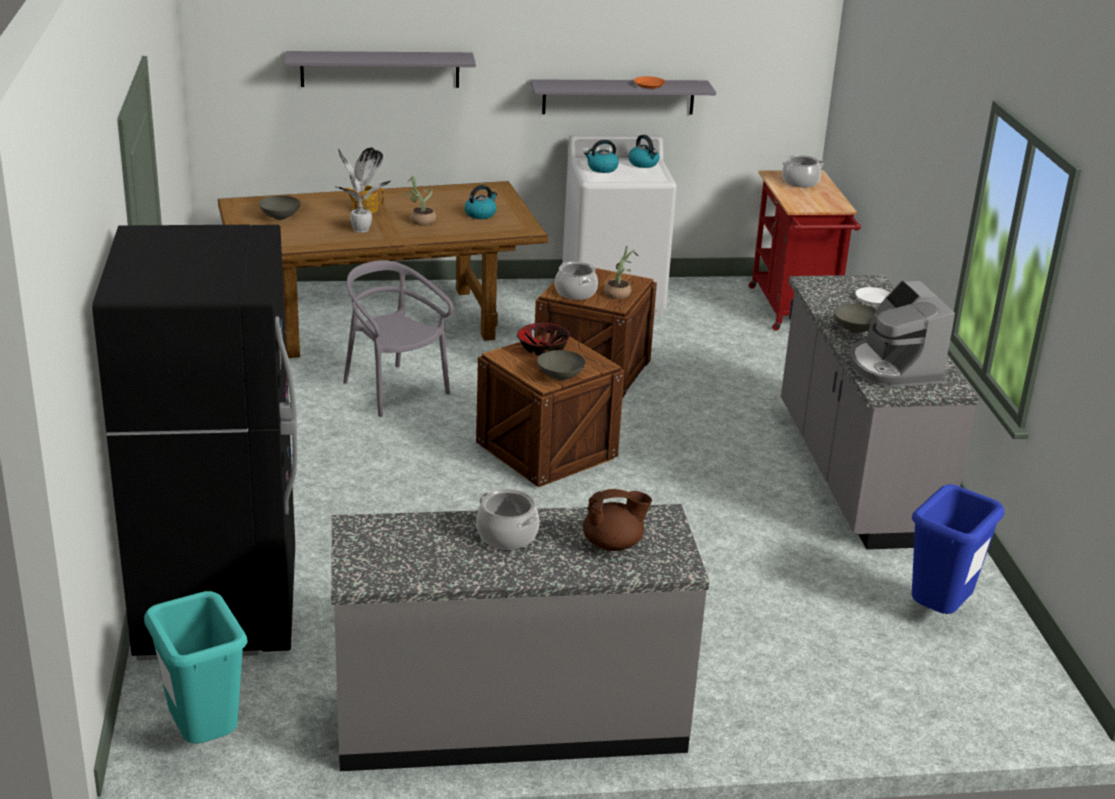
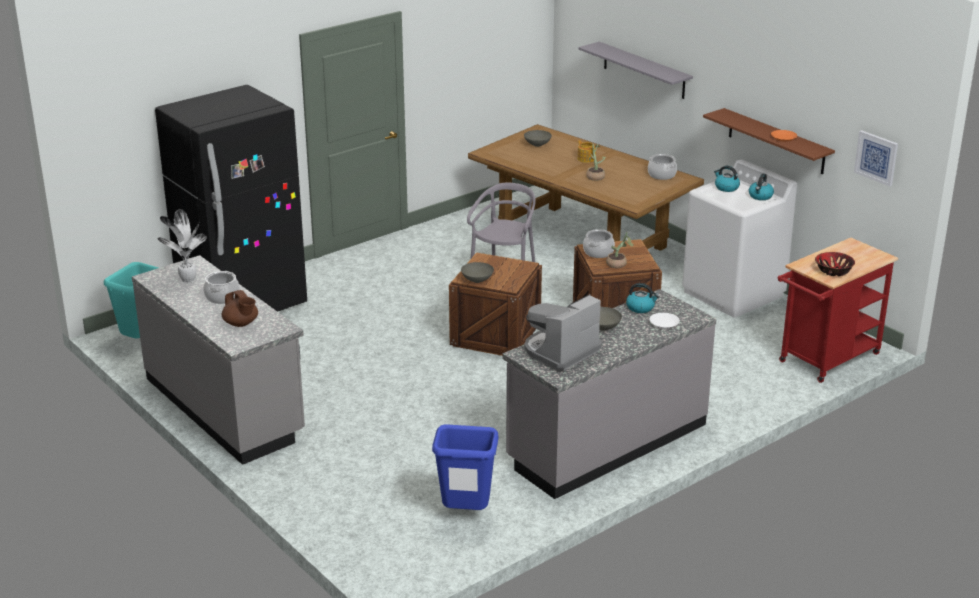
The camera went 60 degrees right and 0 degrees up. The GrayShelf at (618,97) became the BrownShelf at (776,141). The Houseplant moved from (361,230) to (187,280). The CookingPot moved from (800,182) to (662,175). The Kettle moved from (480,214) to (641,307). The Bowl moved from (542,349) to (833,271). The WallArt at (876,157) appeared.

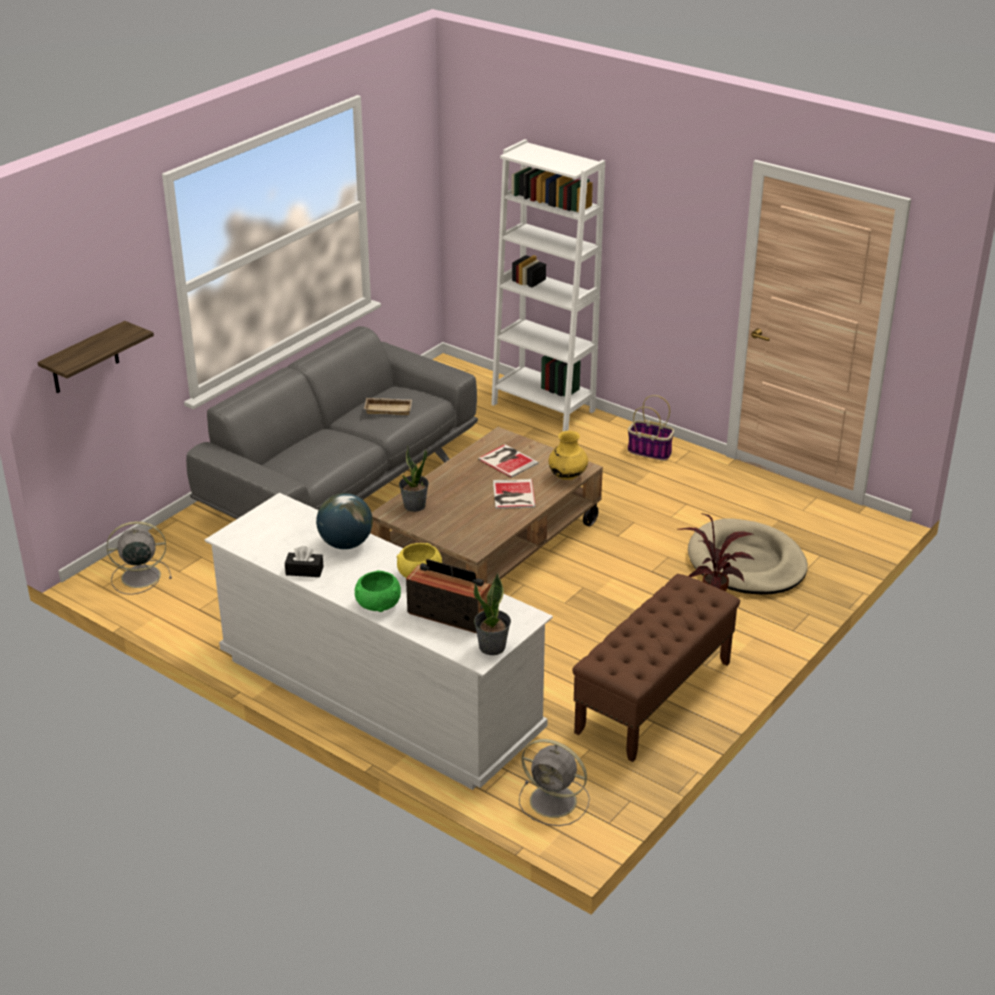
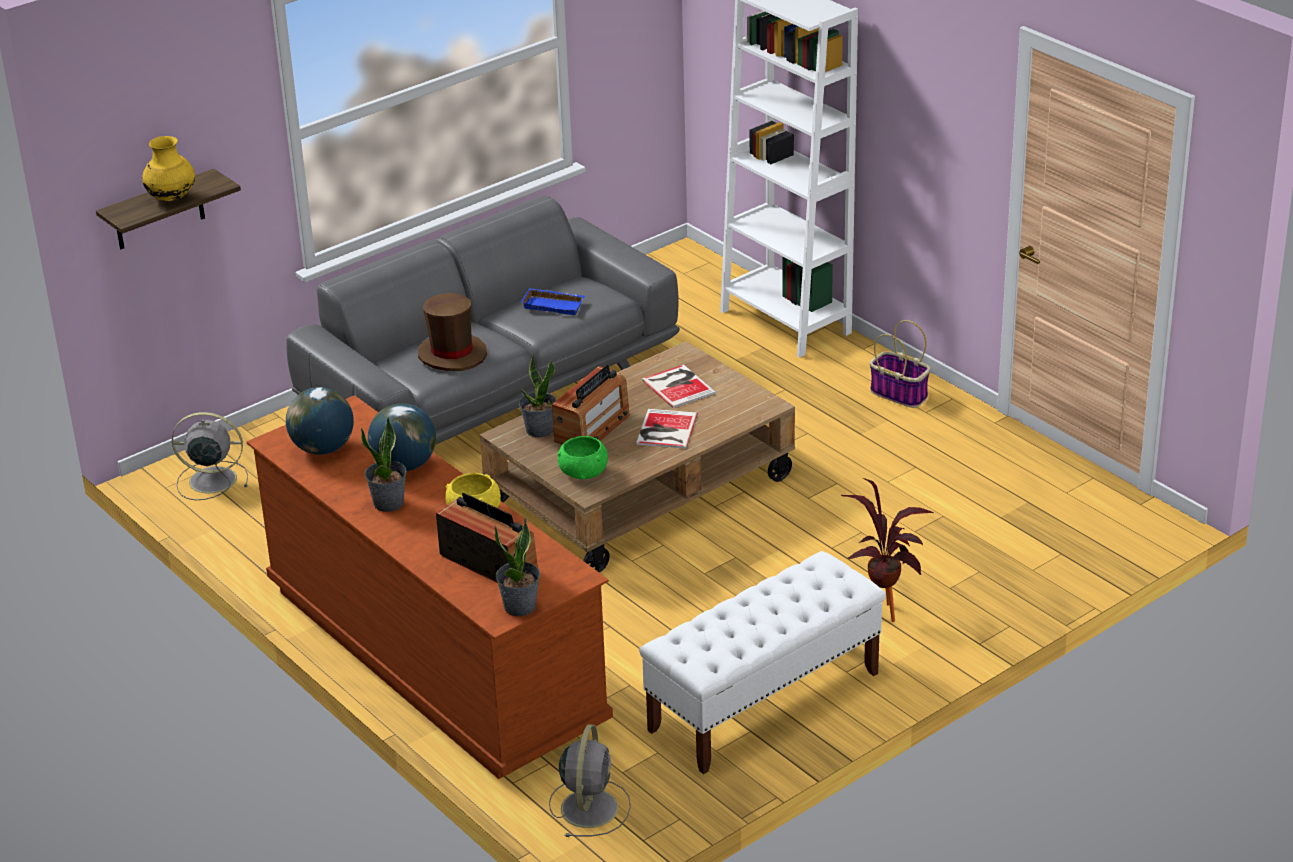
The camera went 15 degrees right and 0 degrees up. The BeigeServingTray at (389,409) became the BlueColouredServingTray at (554,305). The YellowColouredVase moved from (567,476) to (172,198). The WhiteColouredDrawerChest at (379,695) became the BrownDrawerChest at (435,655). The BeigePetBed at (746,563) disappeared. The BlackBoxOfTissues at (304,571) disappeared. The GreenBowl moved from (378,604) to (583,472). The BrownBench at (654,697) became the WhiteColouredBench at (763,702). The GrayCoolingFan at (555,801) turned 120 degrees counterclockwise. The BrownClothingHat at (452,354) appeared. The RadioReceiver at (592,428) appeared. The Globe at (323,448) appeared. The Houseplant at (389,503) appeared.

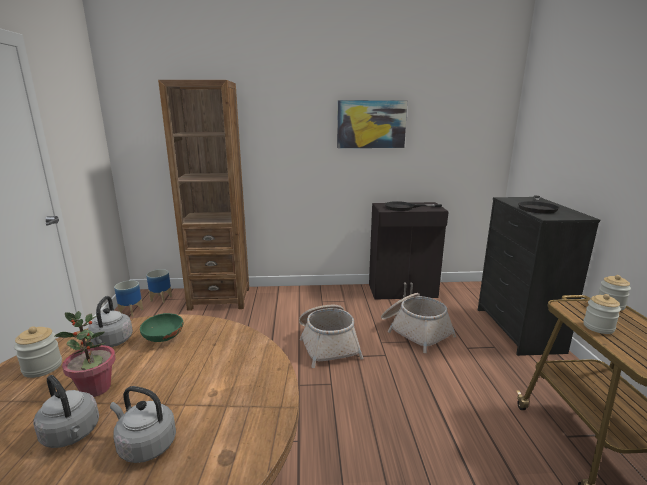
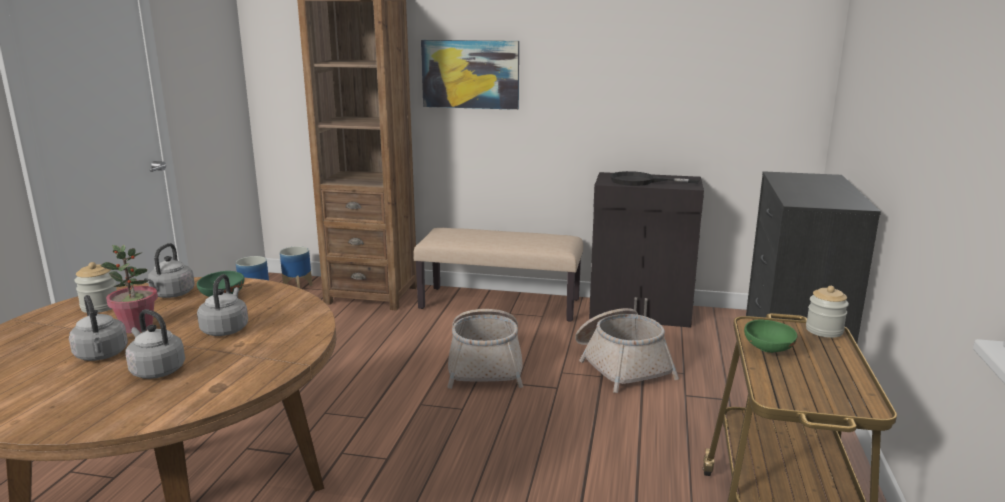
The camera went 15 degrees right and 0 degrees up. The WallArt moved from (371,124) to (470,74). The BlackFryingPan at (537,207) disappeared. The PreserveJar at (598,327) was replaced by the GreenBowl at (768,350). The BeigeBench at (500,303) appeared. The GrayKettle at (226,329) appeared.

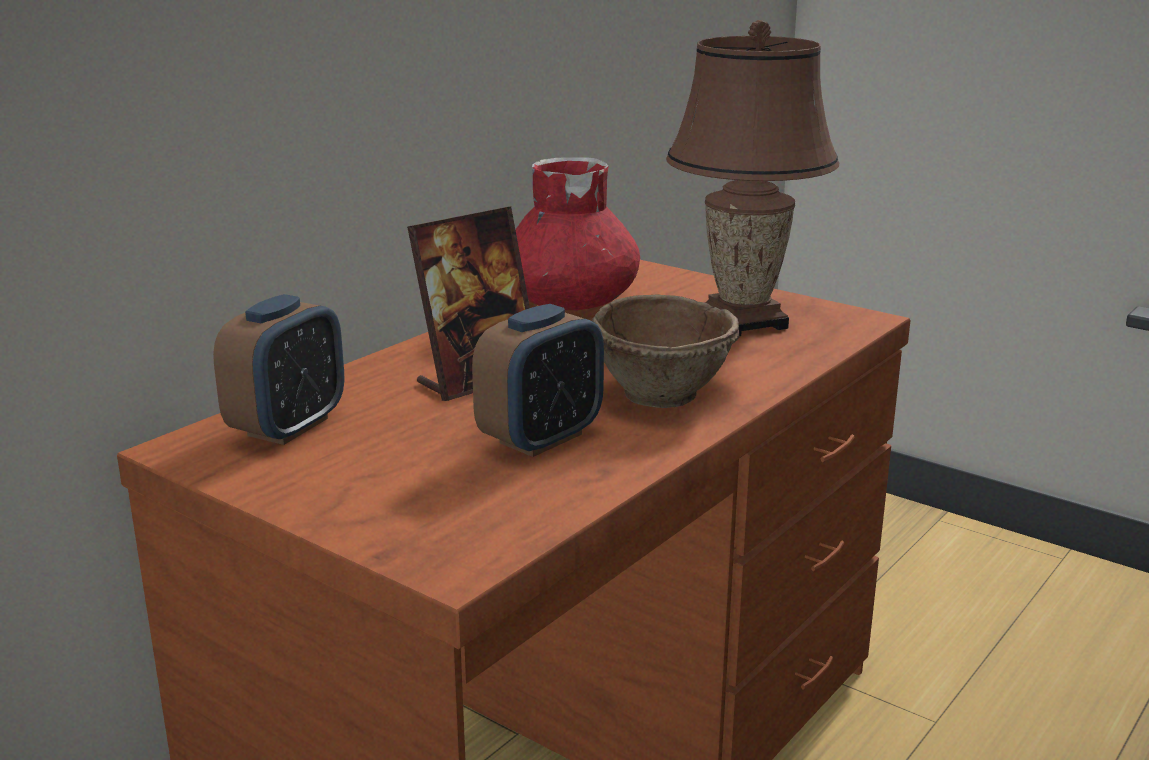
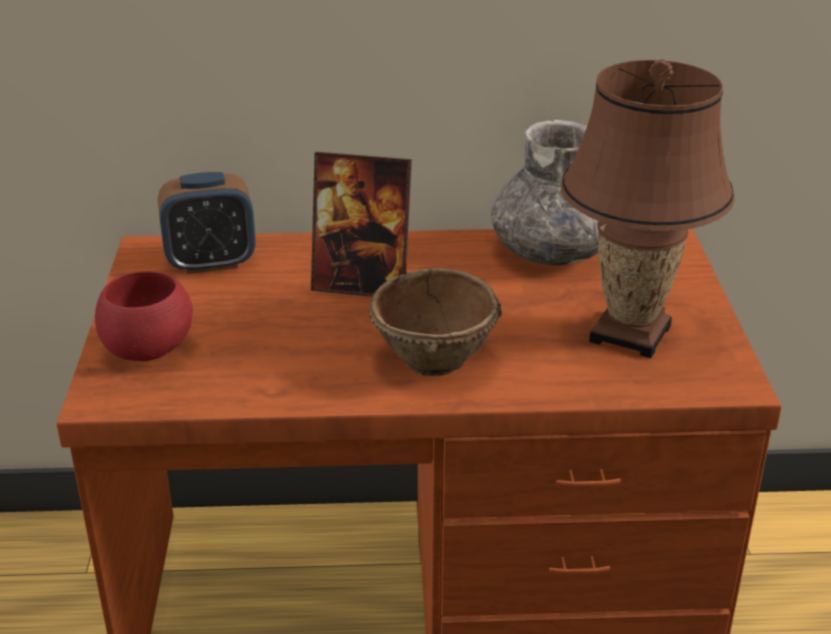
The camera went 50 degrees right and 10 degrees up. The ReddishVase at (571,302) became the GrayVase at (553,251). The TableClock at (541,438) disappeared. The ReddishBowl at (150,350) appeared.

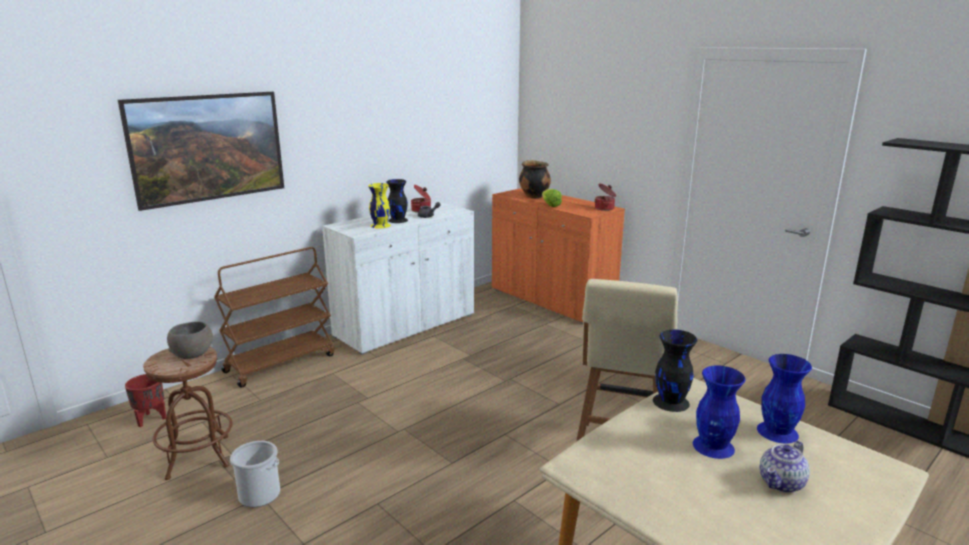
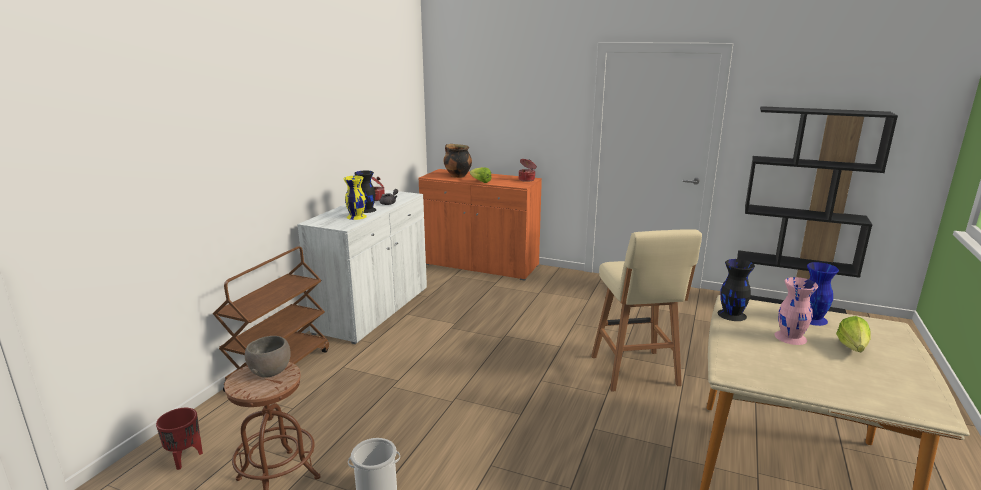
The camera went 25 degrees left and 0 degrees up. The WallArt at (212,173) disappeared. The BlueColouredVase at (713,447) became the PinkVase at (791,337). The TeaPot at (782,483) was replaced by the Lettuce at (852,350).

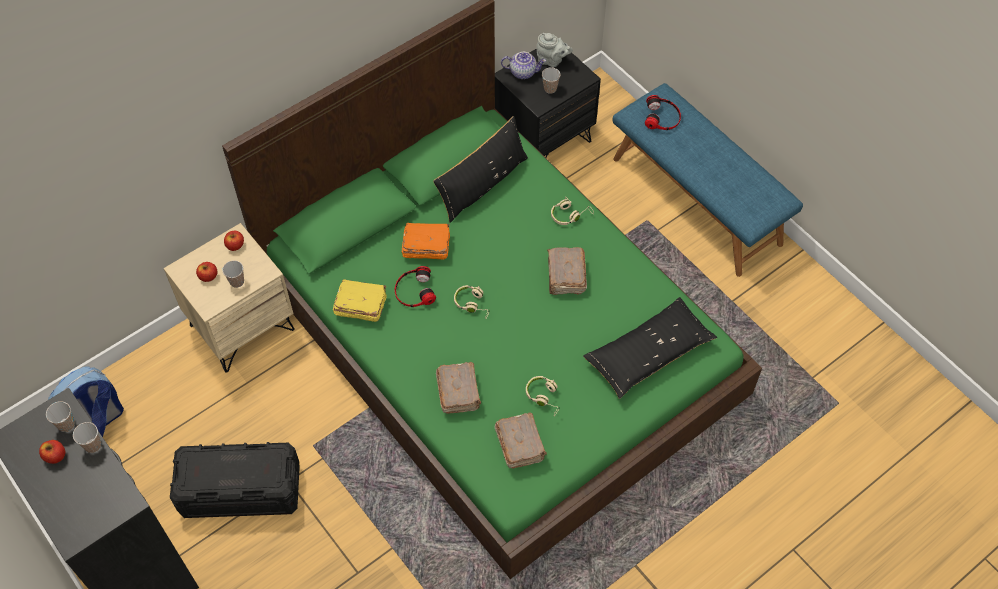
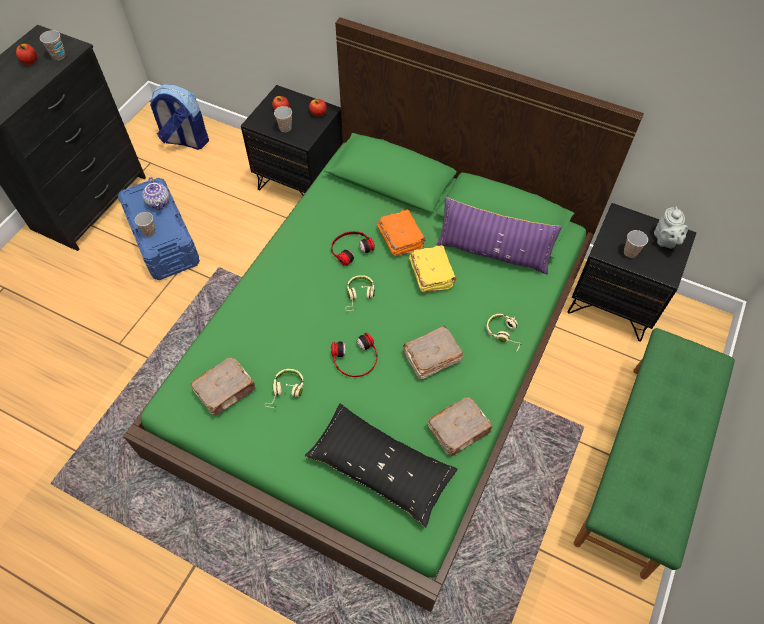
The camera went 65 degrees right and 0 degrees up. The TeaPot moved from (523,72) to (159,202). The BlueColouredBench at (697,200) became the GreenBench at (641,465). The PairOfHeadphones moved from (662,117) to (355,359). The BlackPillow at (483,185) became the PurpleColouredPillow at (493,252). The BeigeBedsideTable at (242,326) became the BlackBedsideTable at (301,181). The YellowColouredBoundBook moved from (360,305) to (432,274). The BrownBoundBook moved from (459,391) to (459,430). The DrinkingCup moved from (93,445) to (149,232). The BlackStorageContainer at (240,490) became the BlueColouredStorageContainer at (164,240).

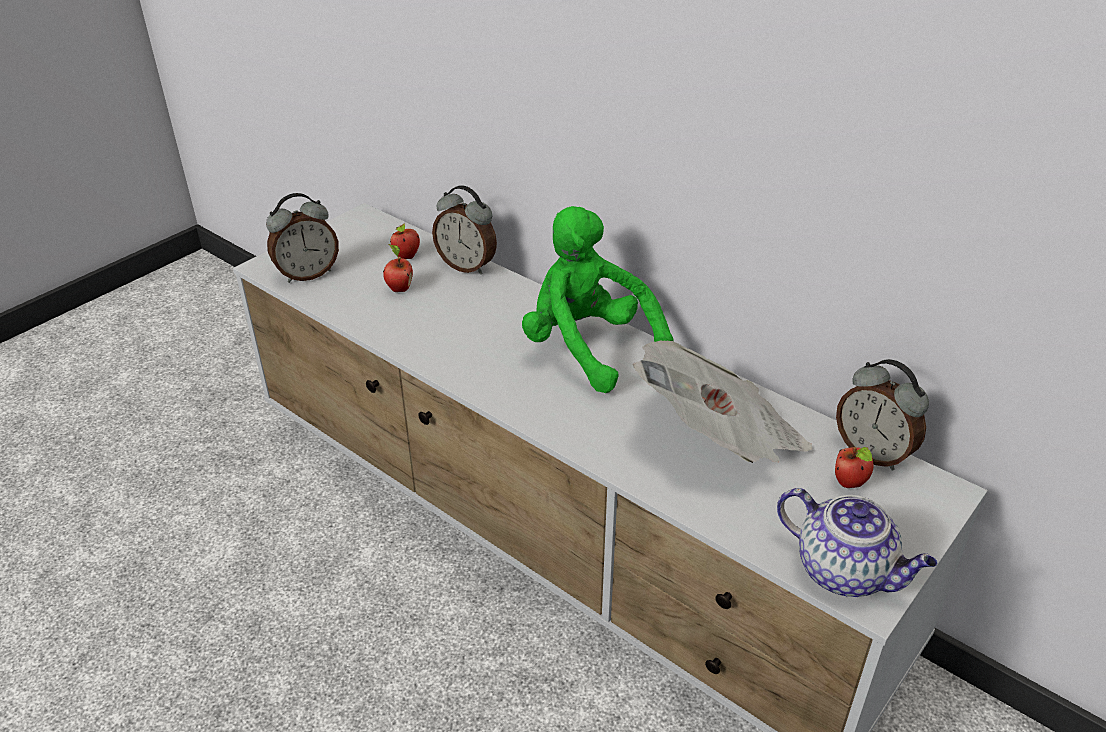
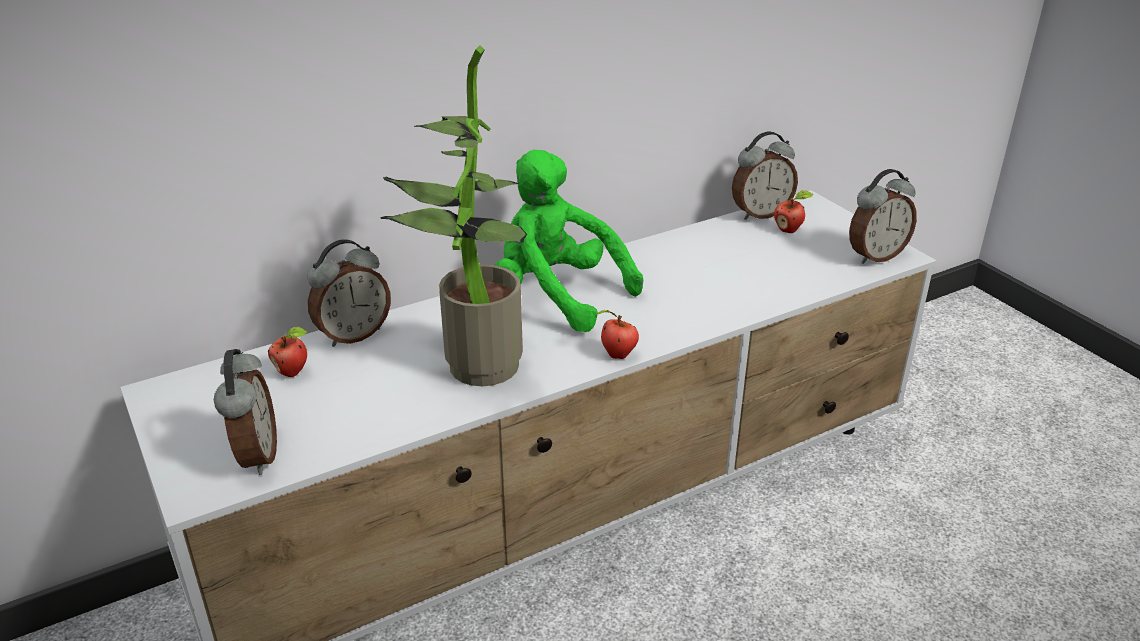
The camera went 70 degrees left and 5 degrees down. The GreenPlushToy at (587,348) turned 60 degrees clockwise. The AppleFruit moved from (399,288) to (617,355). The DailyPaper at (719,439) disappeared. The TeaPot at (845,572) was replaced by the TableClock at (875,256). The Houseplant at (472,366) appeared.

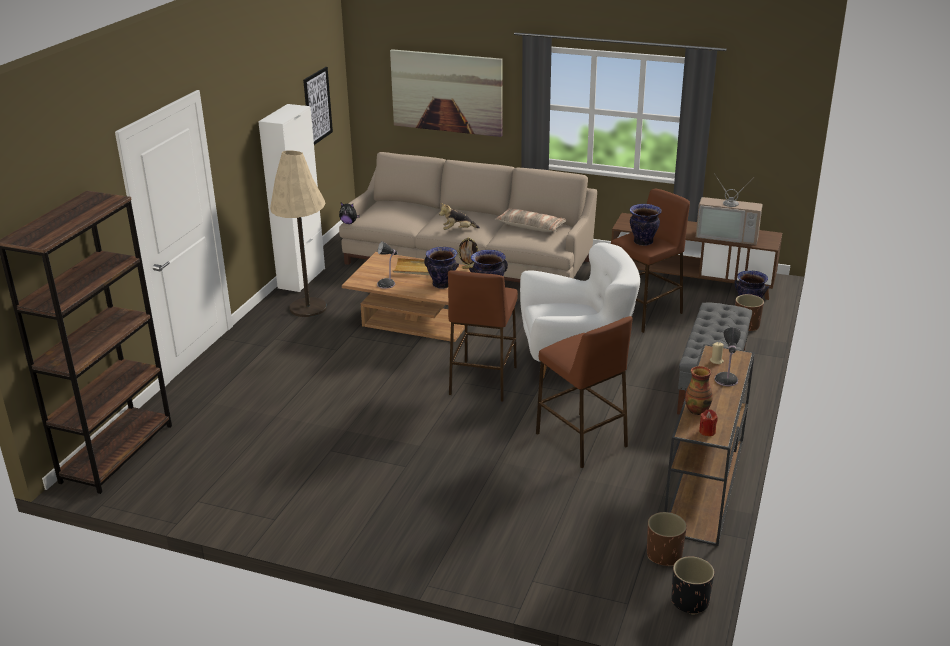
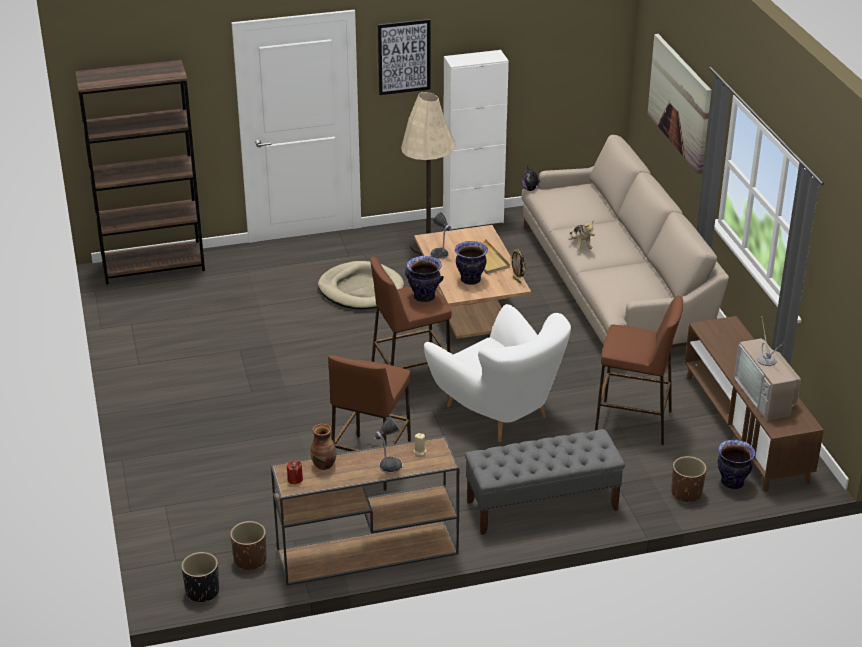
The camera went 55 degrees right and 5 degrees up. The WallArt moved from (317,106) to (404,57). The PlushToy at (458,230) turned 150 degrees counterclockwise. The Vase at (643,242) disappeared. The Pillow at (530,226) disappeared. The BeigePetBed at (361,289) appeared.

